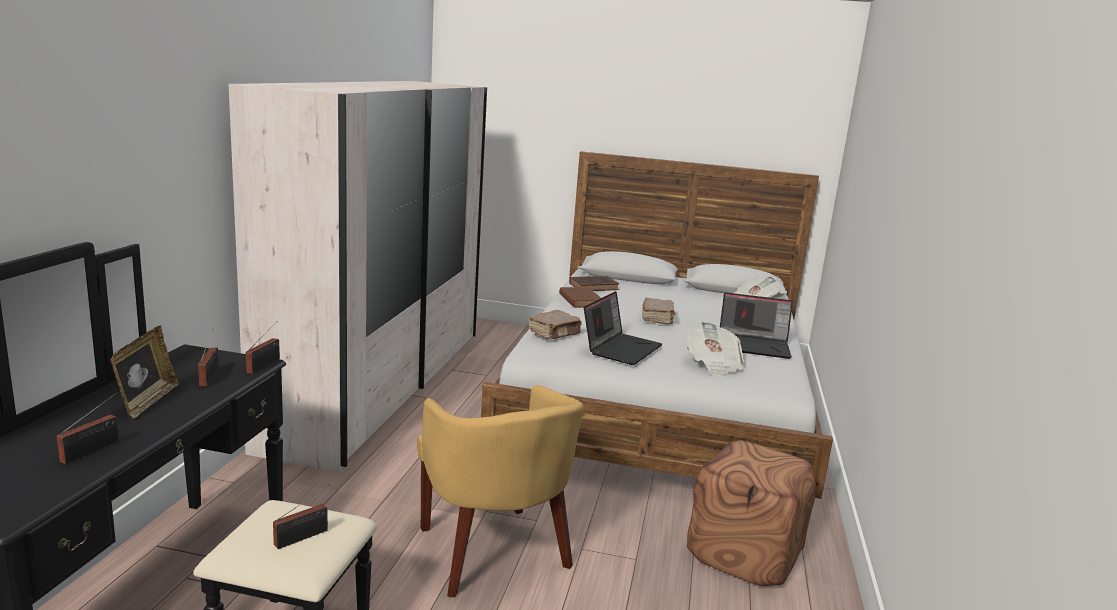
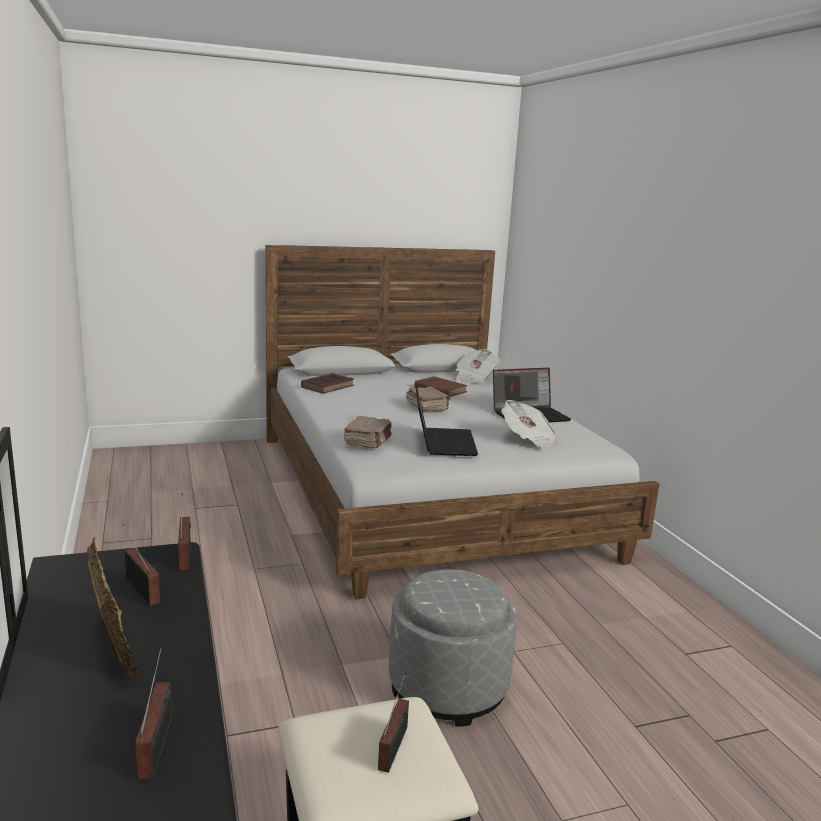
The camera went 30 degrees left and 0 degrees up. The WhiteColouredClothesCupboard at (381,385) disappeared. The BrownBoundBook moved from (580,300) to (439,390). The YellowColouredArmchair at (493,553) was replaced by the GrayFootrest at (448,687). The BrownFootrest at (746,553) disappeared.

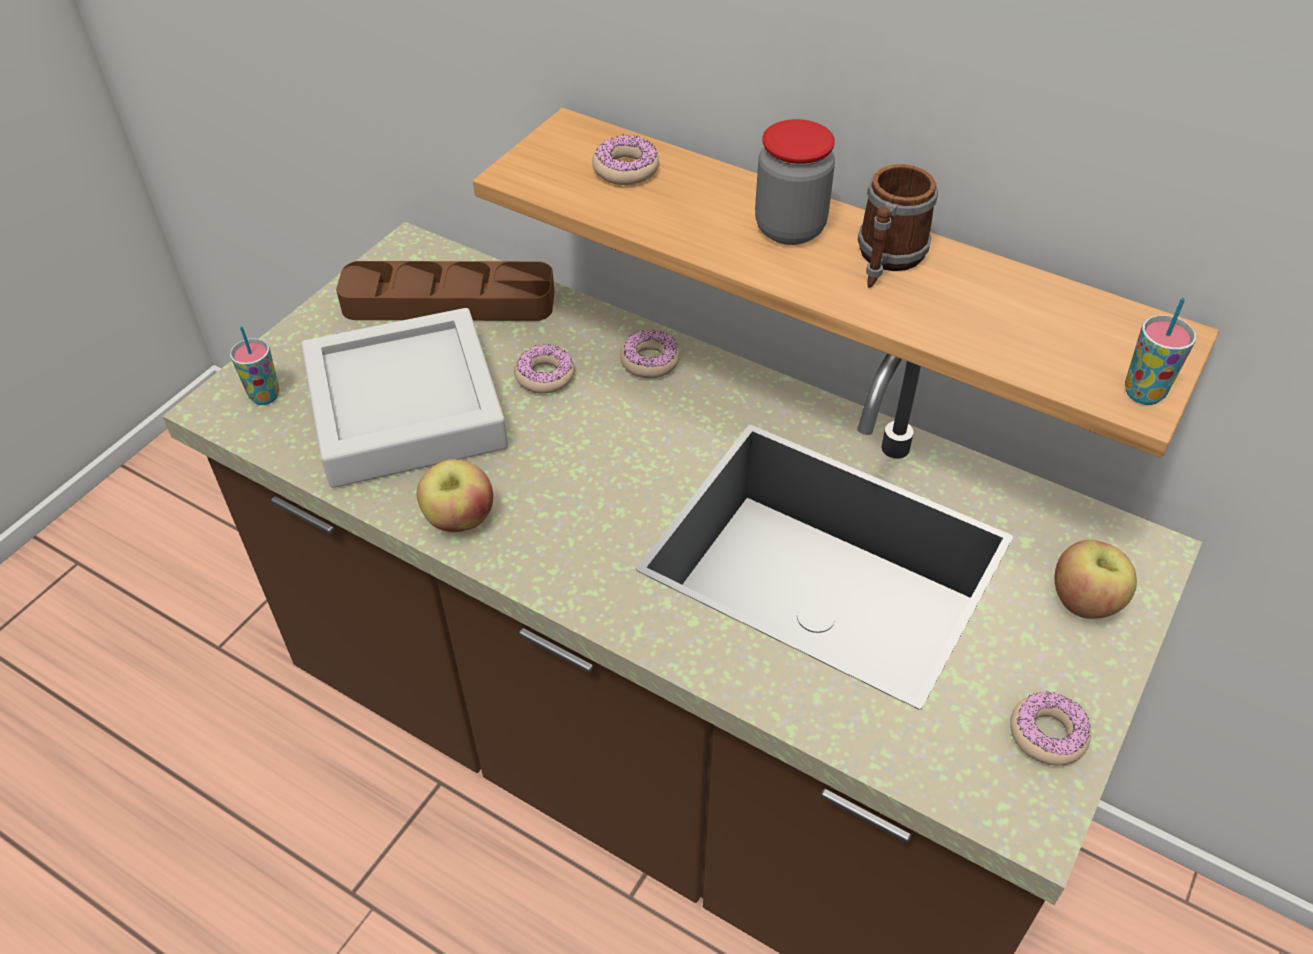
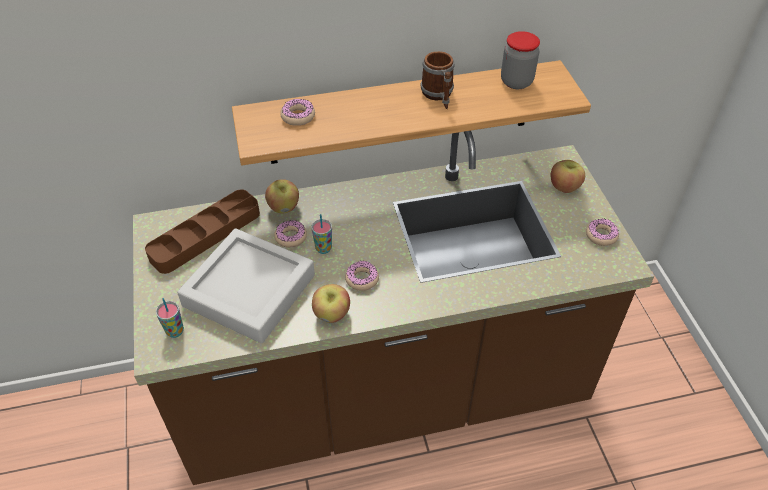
The camera went 45 degrees left and 0 degrees up. The PreserveJar moved from (790,228) to (516,82). The DrinkingCup moved from (1143,393) to (323,248). The RingDoughnut moved from (649,361) to (362,279). The AppleFruit at (284,208) appeared.

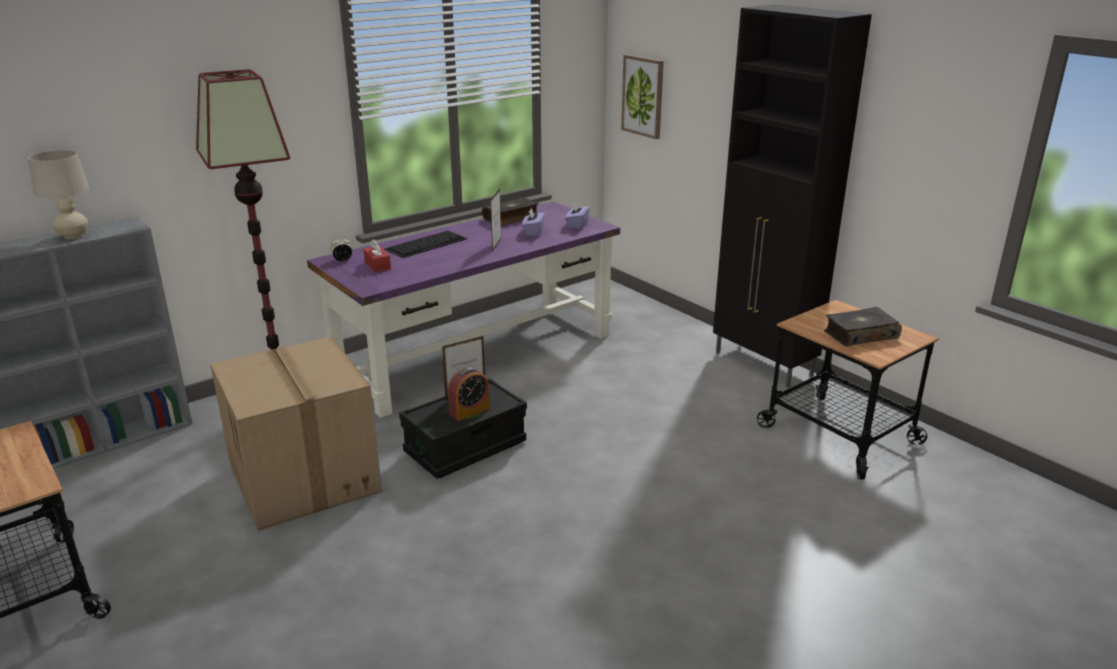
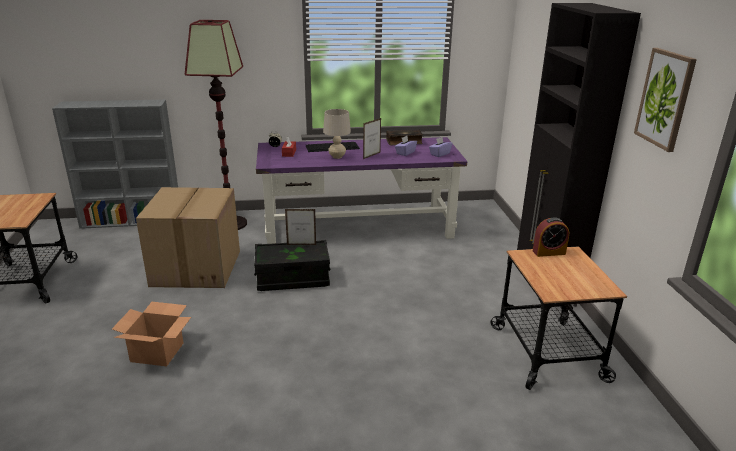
The camera went 30 degrees right and 0 degrees up. The WallArt moved from (643,96) to (665,99). The BeigeTableLamp moved from (73,236) to (337,157). The BoundBook at (859,335) disappeared. The TableClock moved from (469,411) to (549,252). The Carton at (156,352) appeared.

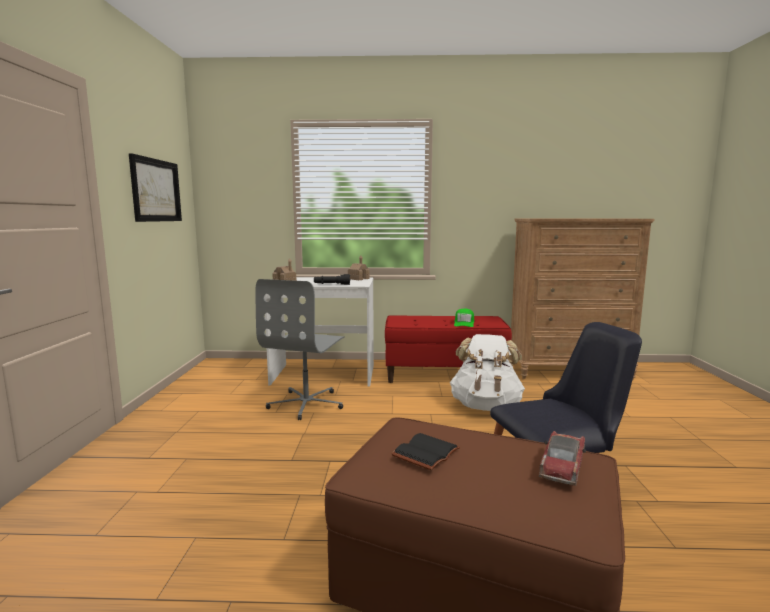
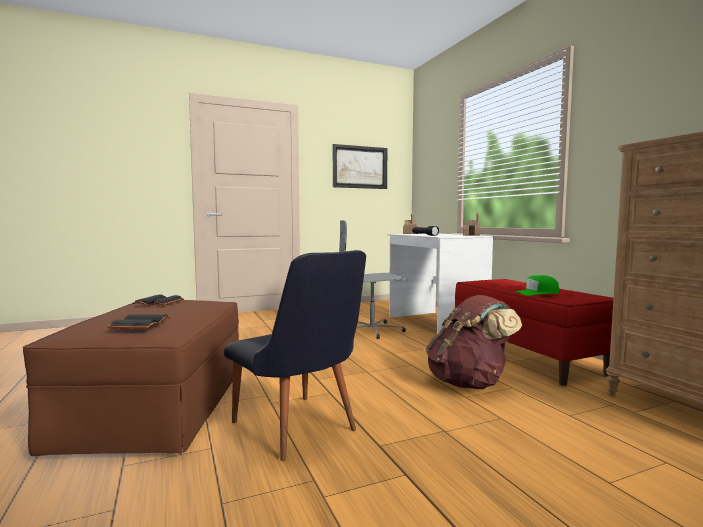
The camera went 65 degrees right and 5 degrees down. The WhiteColouredKnapsack at (485,406) became the BrownKnapsack at (469,383). The MiniatureCar at (562,465) was replaced by the BlackBoundBook at (139,323).

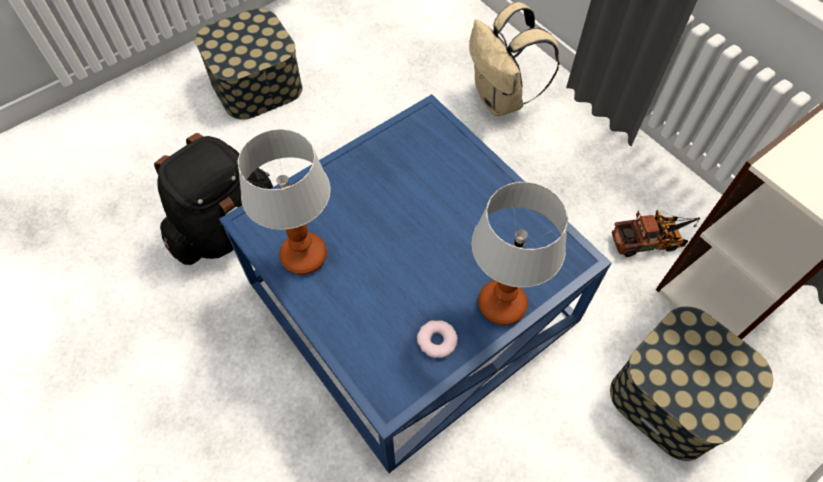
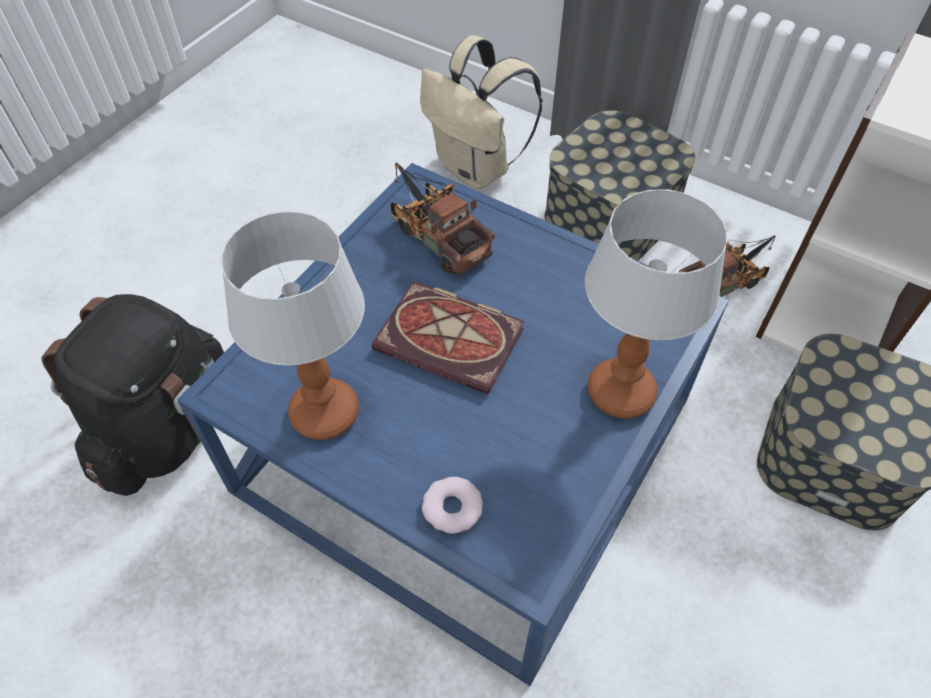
The camera went 20 degrees left and 5 degrees down. The StorageContainer moved from (256,83) to (610,214). The RingDoughnut moved from (436,341) to (452,508). The ToyLorry at (436,235) appeared. The BoundBook at (453,339) appeared.

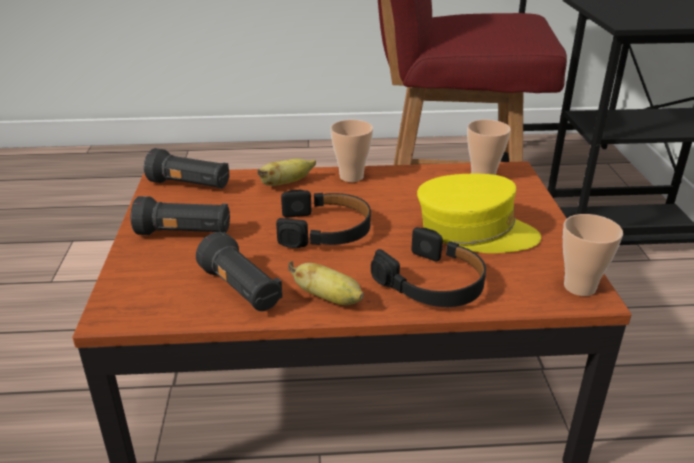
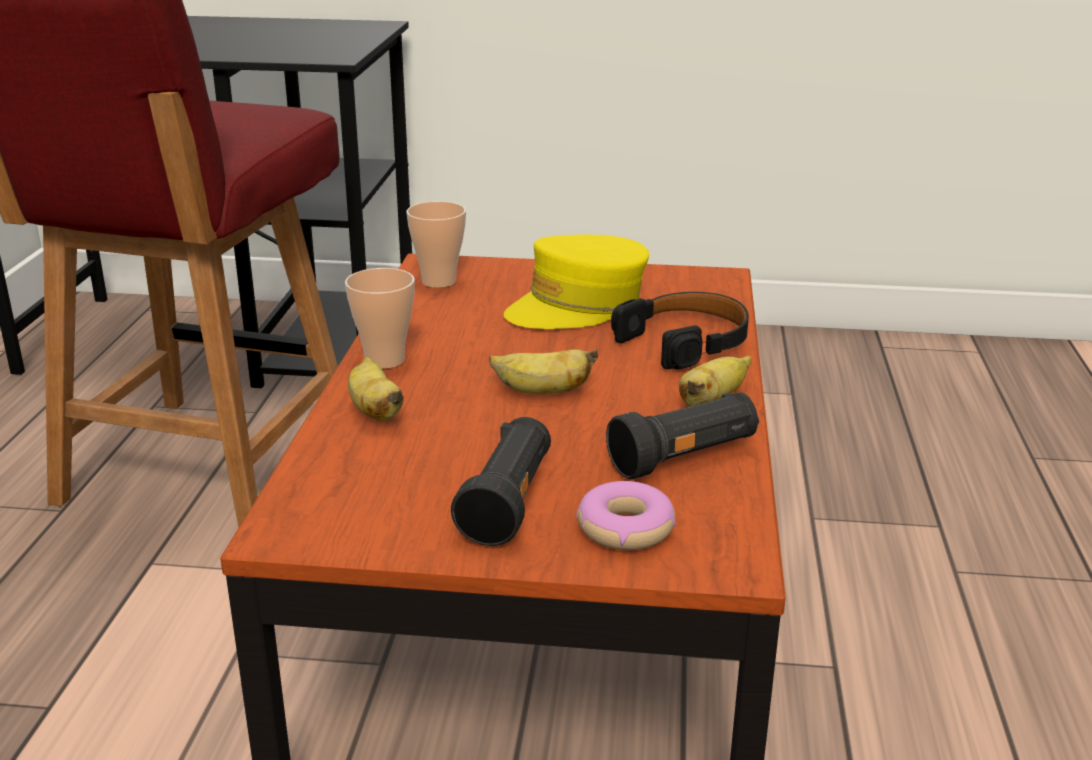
The camera went 80 degrees left and 5 degrees down. The BlackFlashlight at (190,185) disappeared. The YellowColouredPeakedCap at (474,231) turned 150 degrees counterclockwise. The BlackPairOfHeadphones at (325,230) was replaced by the Banana at (541,392). The DrinkingCup at (579,287) disappeared. The RingDoughnut at (625,528) appeared.

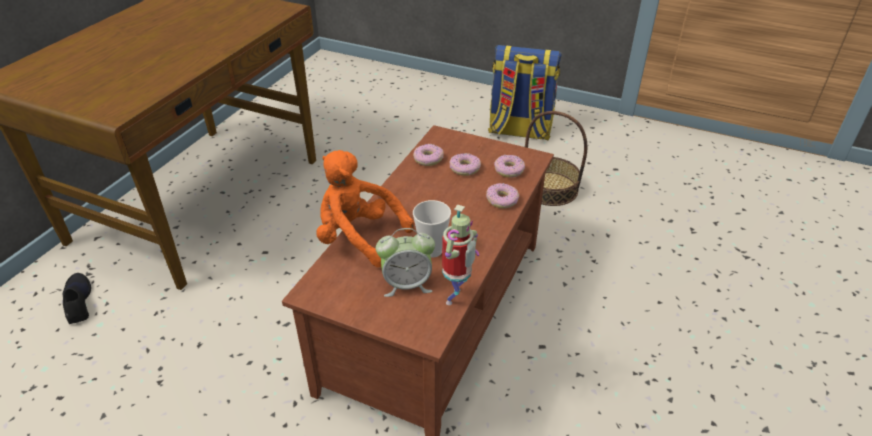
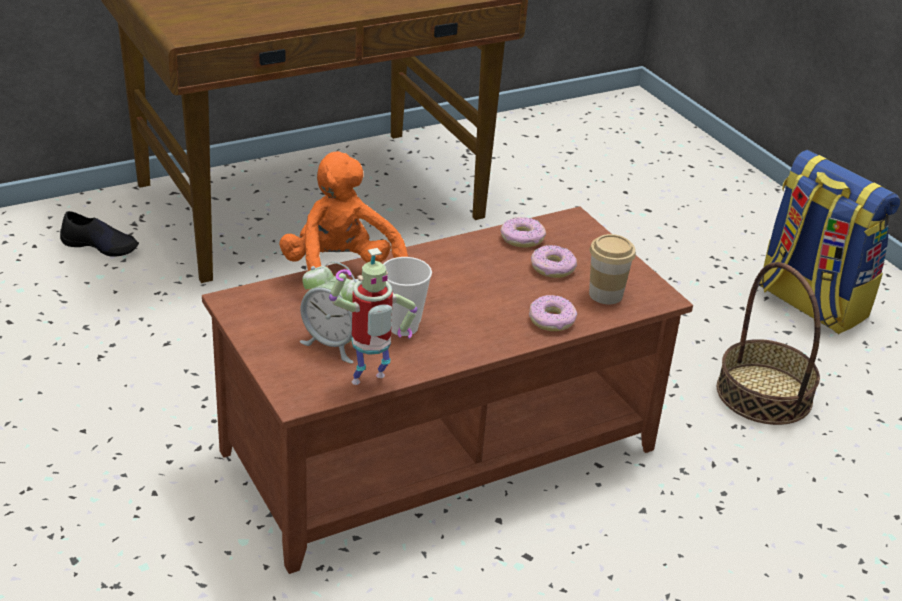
The camera went 35 degrees right and 5 degrees down. The RingDoughnut at (509,170) was replaced by the DrinkingCup at (605,294). The BlackShoe at (78,302) turned 90 degrees clockwise.

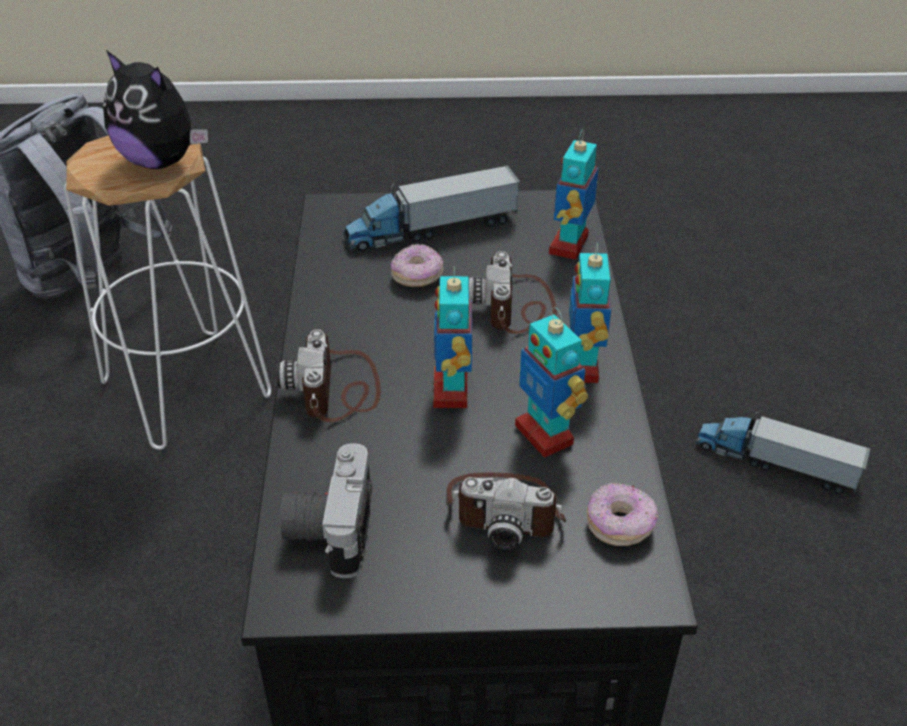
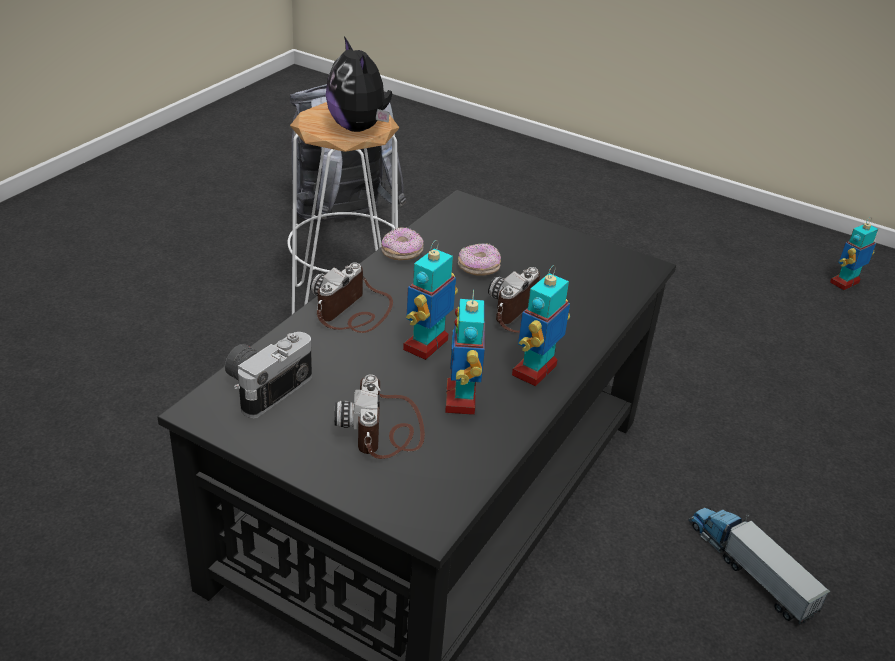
The camera went 30 degrees right and 5 degrees down. The ModelRobot moved from (570,246) to (845,283). The ToyLorry at (431,229) disappeared. The PhotoCamera at (505,509) turned 45 degrees clockwise. The RingDoughnut moved from (619,525) to (402,253).

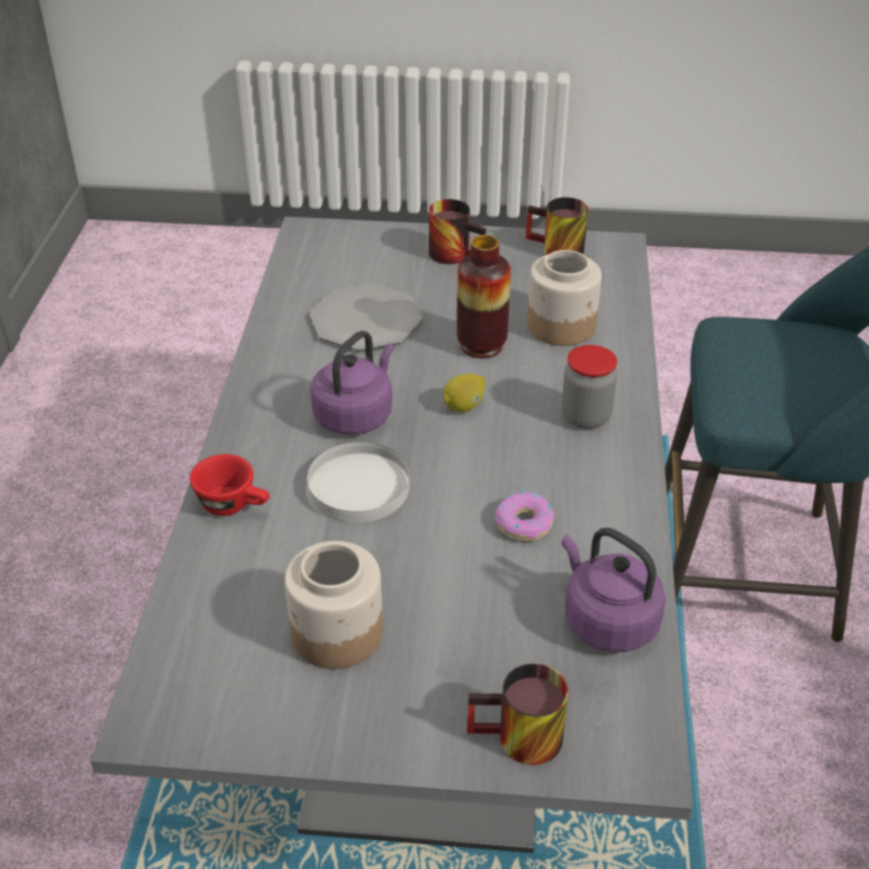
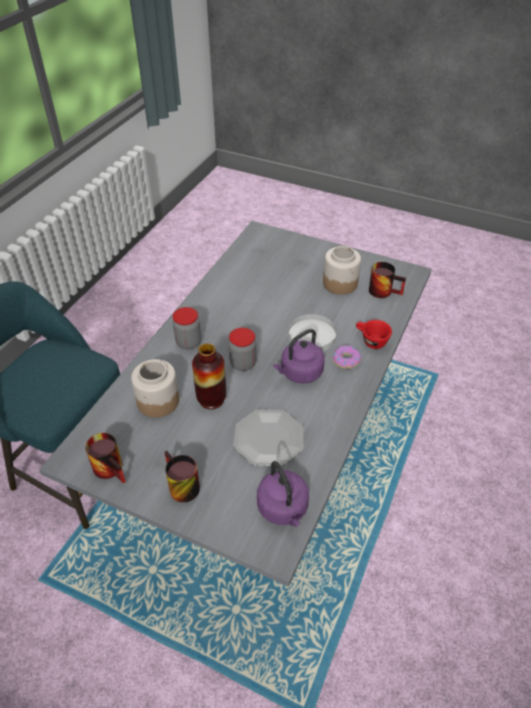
The camera went 160 degrees left and 5 degrees up. The WholeLemon at (464,406) was replaced by the PreserveJar at (243,363). The RingDoughnut moved from (524,523) to (346,360). The PurpleColouredKettle moved from (606,620) to (283,509). The CoffeeMug moved from (518,742) to (384,290).

